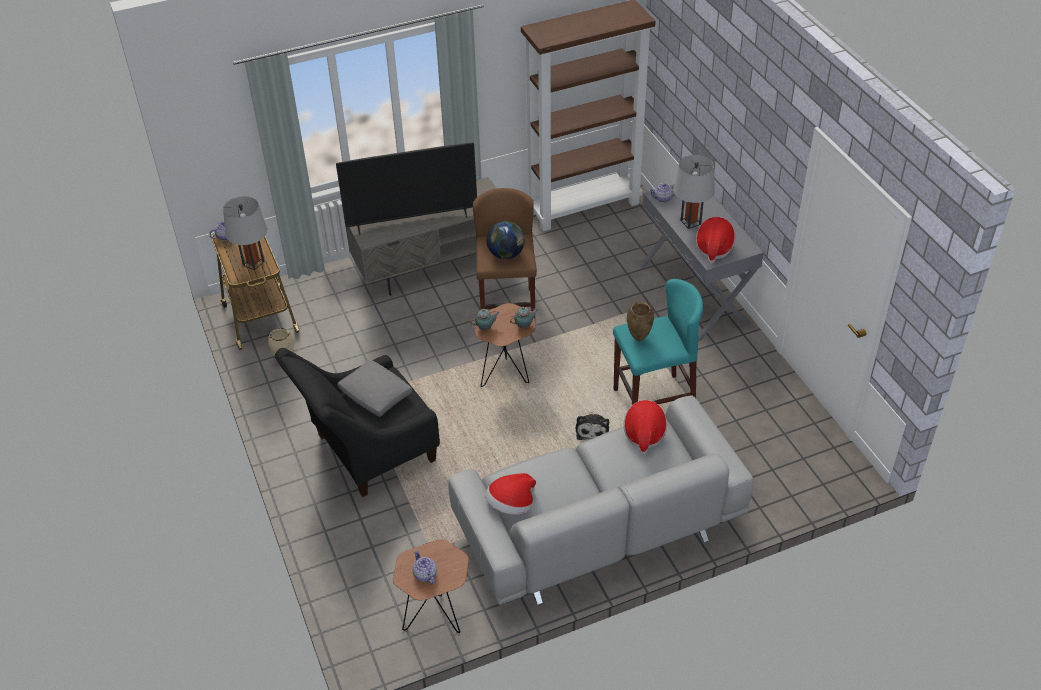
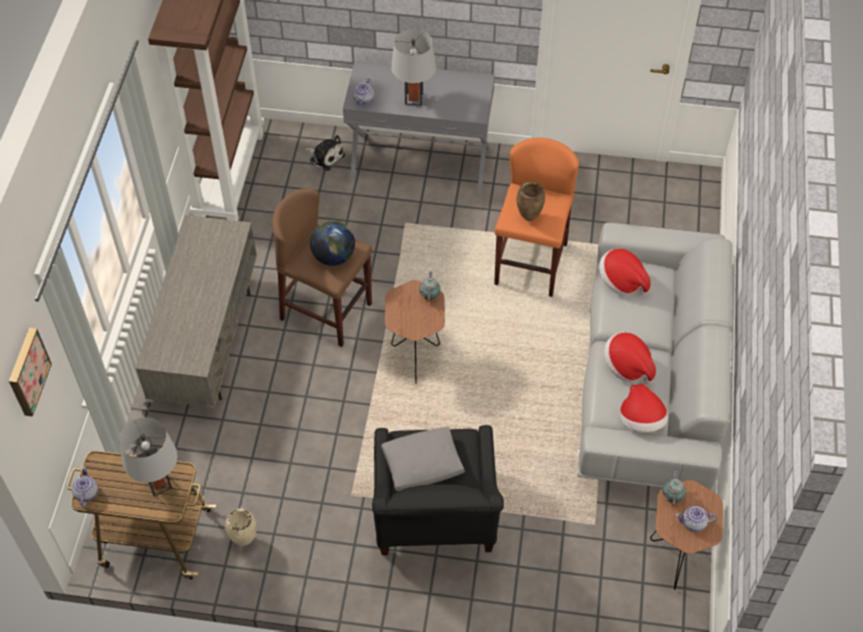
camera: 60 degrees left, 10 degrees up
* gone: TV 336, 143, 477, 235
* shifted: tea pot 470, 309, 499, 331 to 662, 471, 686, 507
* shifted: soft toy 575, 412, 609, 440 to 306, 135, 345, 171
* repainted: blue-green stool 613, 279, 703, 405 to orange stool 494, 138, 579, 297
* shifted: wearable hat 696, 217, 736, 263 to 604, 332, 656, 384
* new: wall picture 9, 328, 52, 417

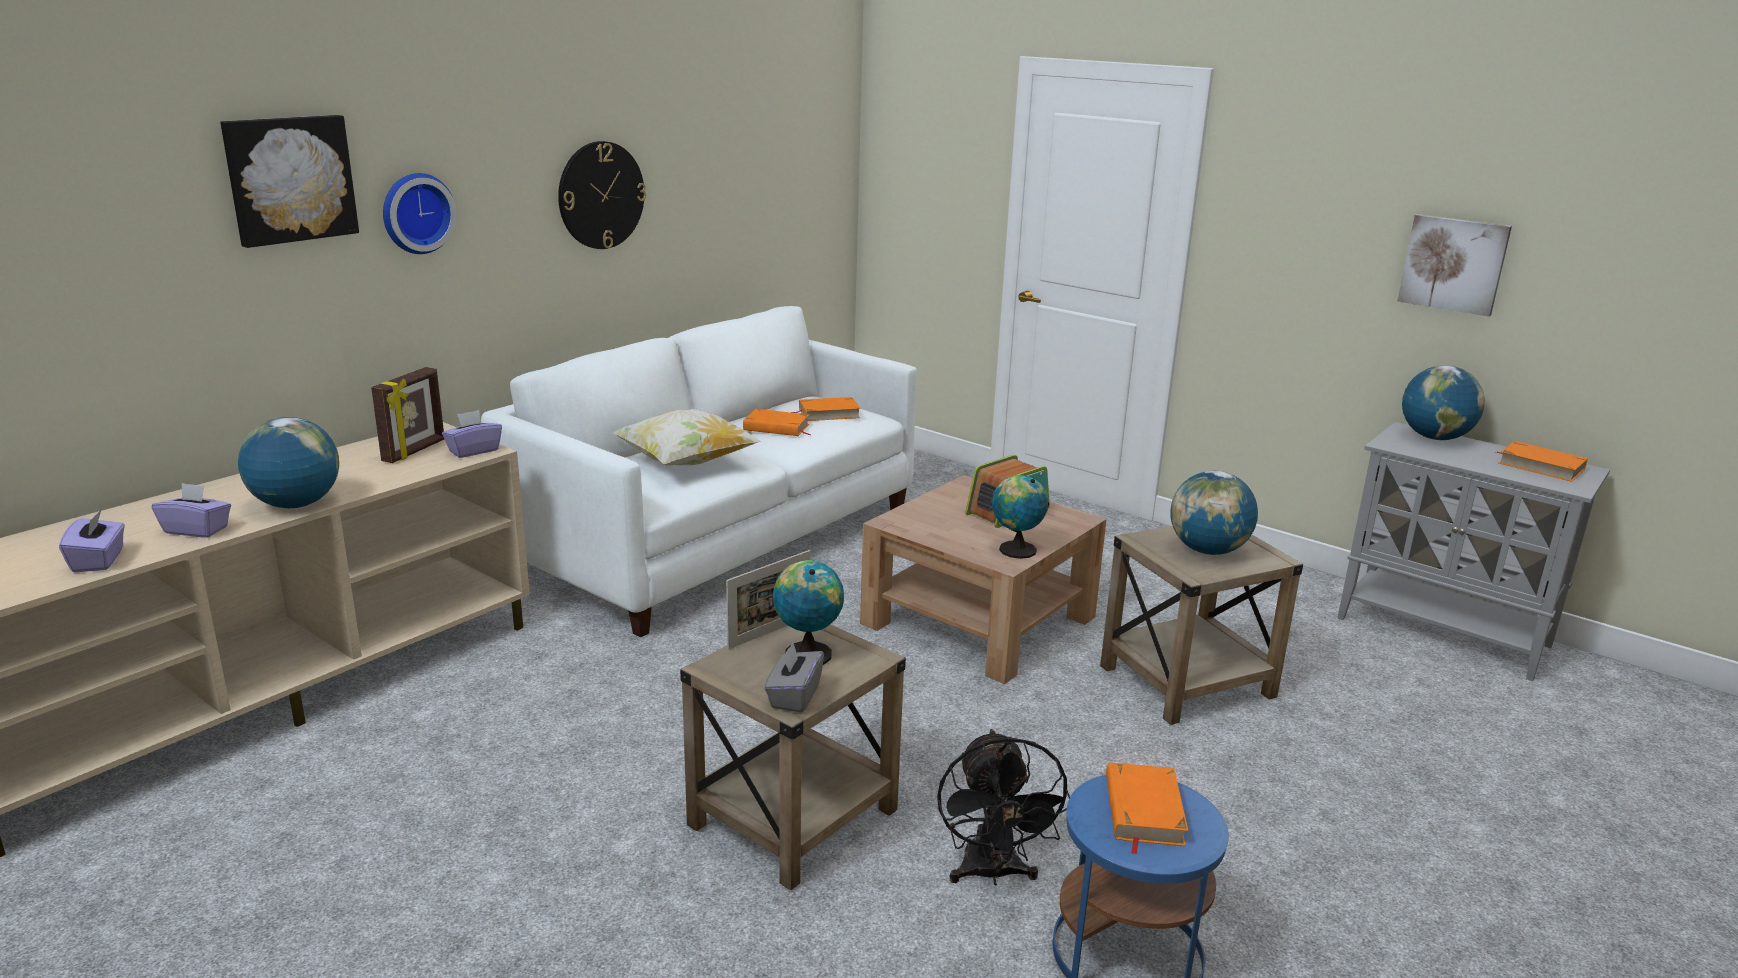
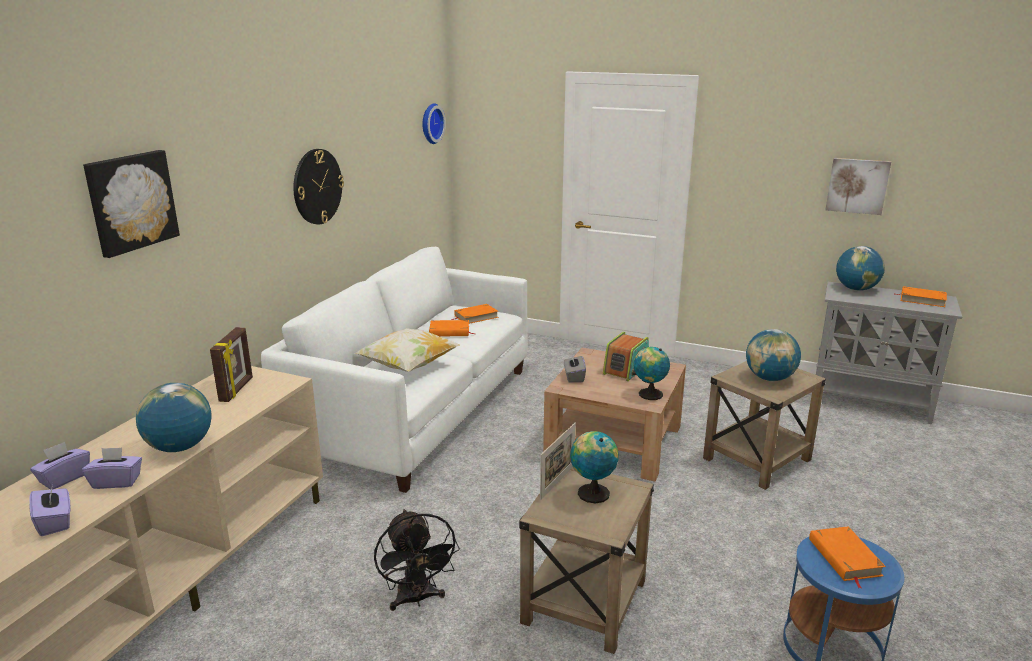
camera: 15 degrees left, 0 degrees up
* shifted: clock on the wall 383, 173, 457, 254 to 423, 103, 446, 144
* shifted: purplish tissue box 442, 410, 502, 458 to 30, 442, 90, 490
* shifted: gray tissue box 764, 642, 824, 713 to 564, 352, 586, 383
* shifted: black fan 937, 729, 1070, 886 to 374, 509, 460, 611

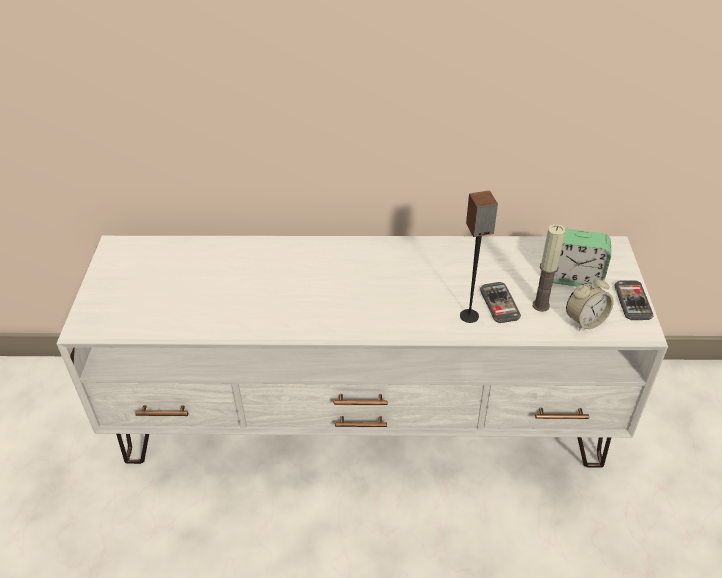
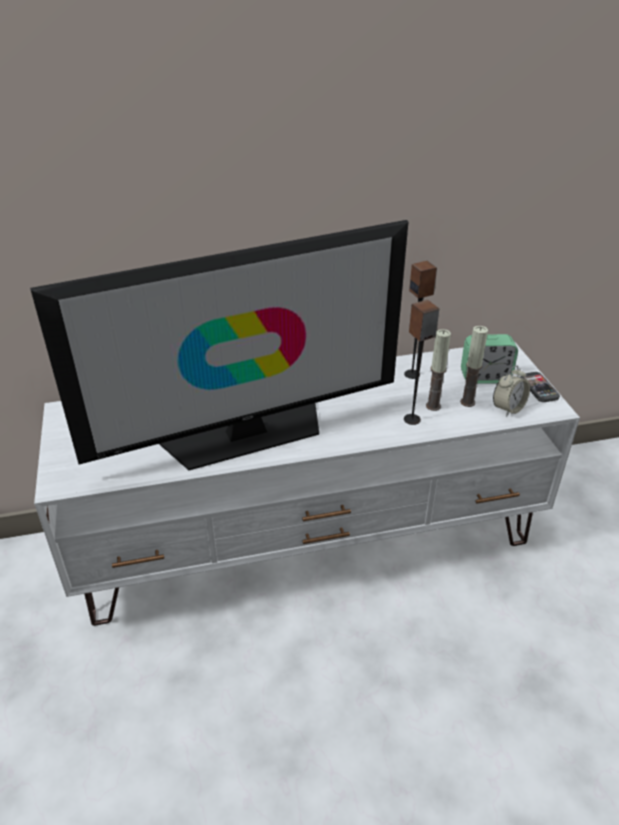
camera: 15 degrees left, 5 degrees down
* swapped: handset 480, 282, 521, 323 to wax candle 426, 329, 451, 411
* new: TV 30, 220, 409, 470
* new: speaker 404, 261, 437, 379

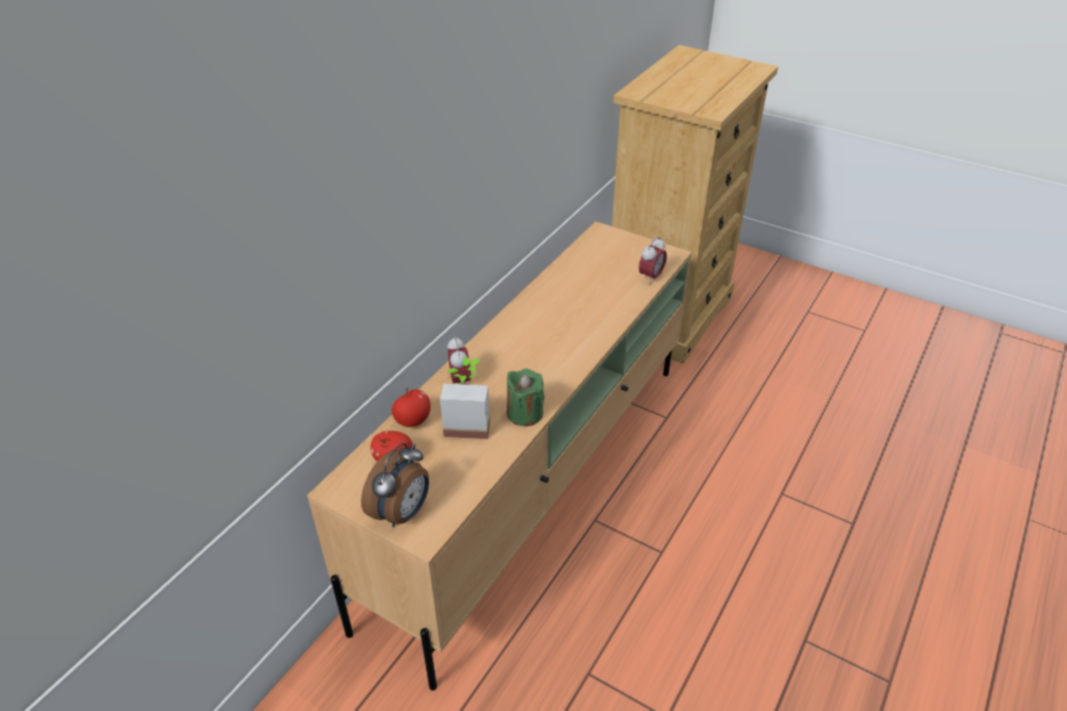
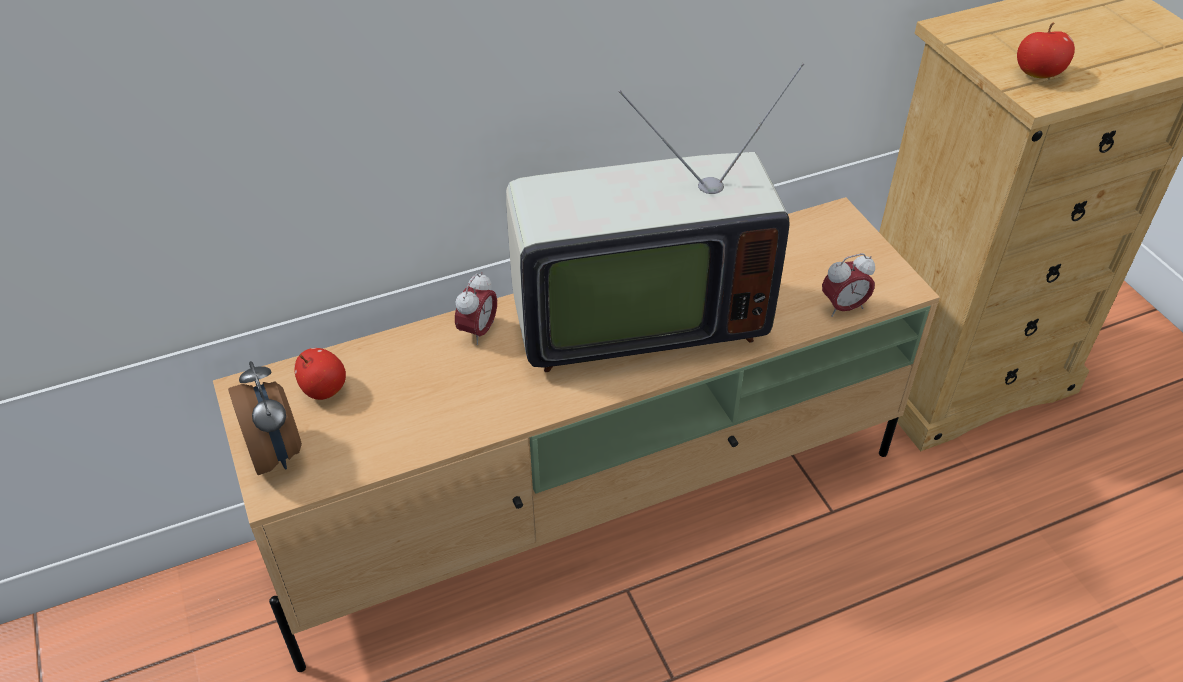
camera: 35 degrees right, 5 degrees up
* rotated: alarm clock 361, 443, 429, 527 = 228, 361, 302, 475 90 degrees counterclockwise
* shifted: whole apple 392, 387, 431, 427 to 1017, 23, 1075, 78
* gone: plant in a pot 440, 357, 490, 439
* gone: green-coloured wax candle 507, 368, 545, 426
* new: TV 506, 63, 804, 372

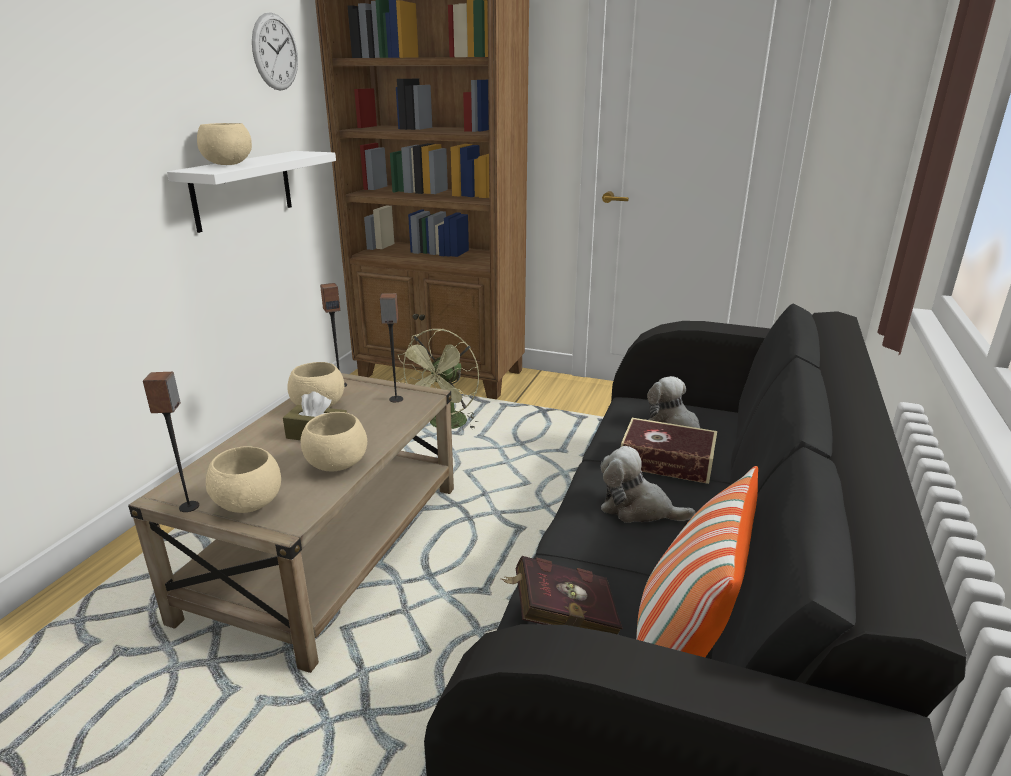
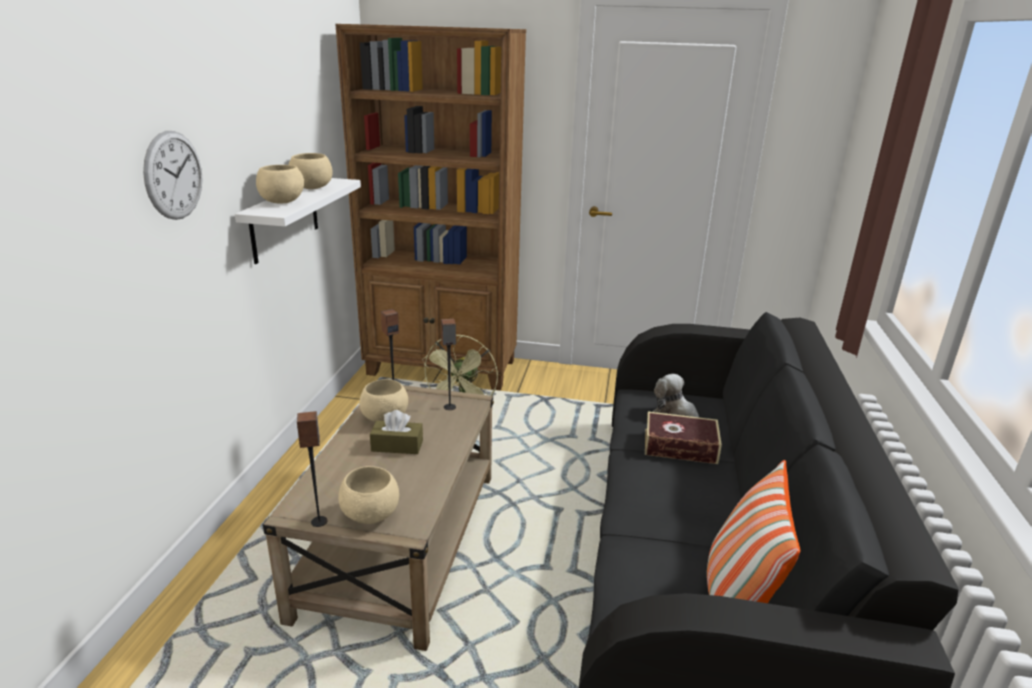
camera: 10 degrees left, 0 degrees up
* shifted: clock on the wall 252, 12, 298, 91 to 143, 131, 202, 220
* shifted: sand-coloured deep dish 301, 412, 367, 471 to 288, 153, 333, 189
* gone: red-coloured book 501, 556, 622, 635
* gone: soft toy 601, 446, 695, 523

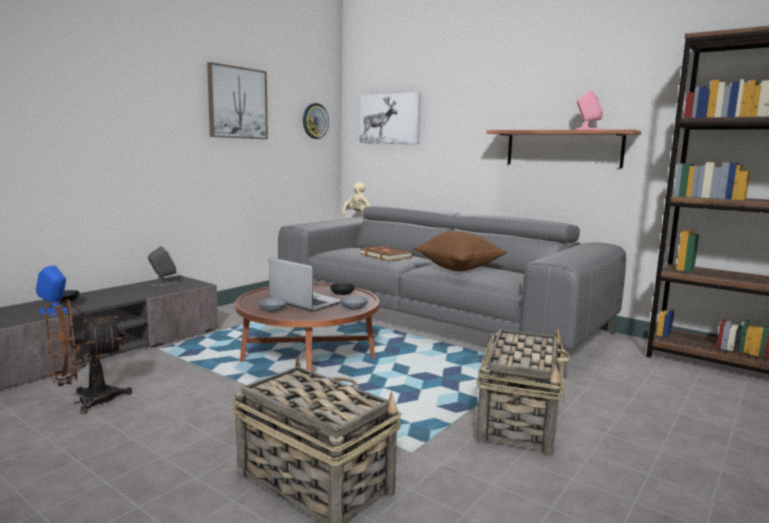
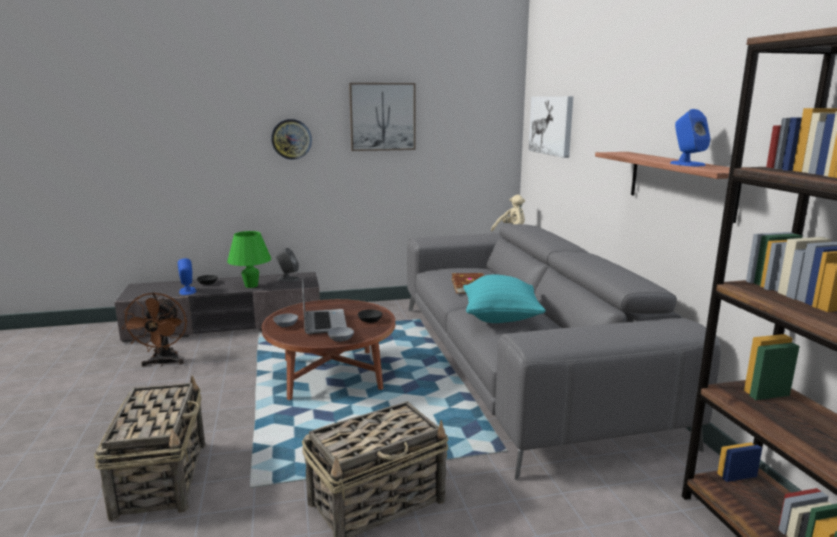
camera: 40 degrees right, 5 degrees up
* rotated: brownish fan 45, 299, 132, 414 = 121, 292, 187, 367 105 degrees counterclockwise
* shifted: clock on the wall 303, 103, 329, 139 to 271, 119, 312, 160
* repainted: brownish cushion 414, 231, 507, 271 to blue-green cushion 463, 274, 546, 323
* repainted: pink speaker 575, 90, 603, 130 to blue speaker 670, 109, 711, 166
* new: green-coloured table lamp 227, 231, 271, 288

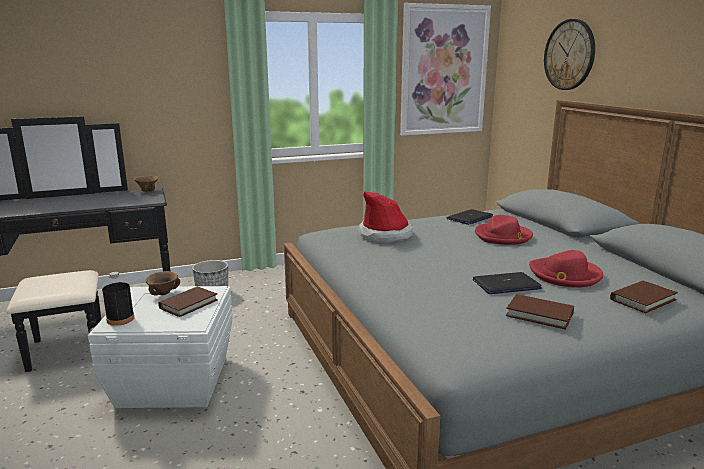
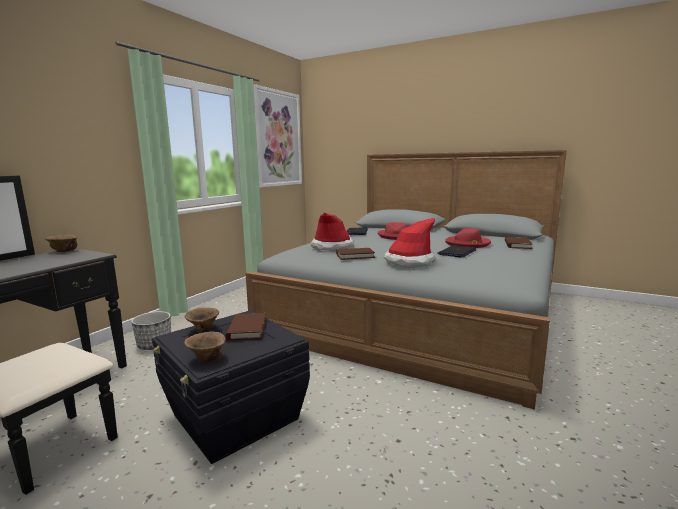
camera: 40 degrees left, 5 degrees down
* repainted: whitish storage bin 88, 286, 233, 408 to black storage bin 152, 310, 310, 464
* swapped: black drink bottle 102, 272, 134, 326 to brownish deep dish 184, 331, 226, 362
* shifted: brownish book 506, 294, 574, 330 to 336, 248, 375, 260
* gone: clock on the wall 544, 19, 595, 90
* new: wearable hat 384, 218, 435, 268

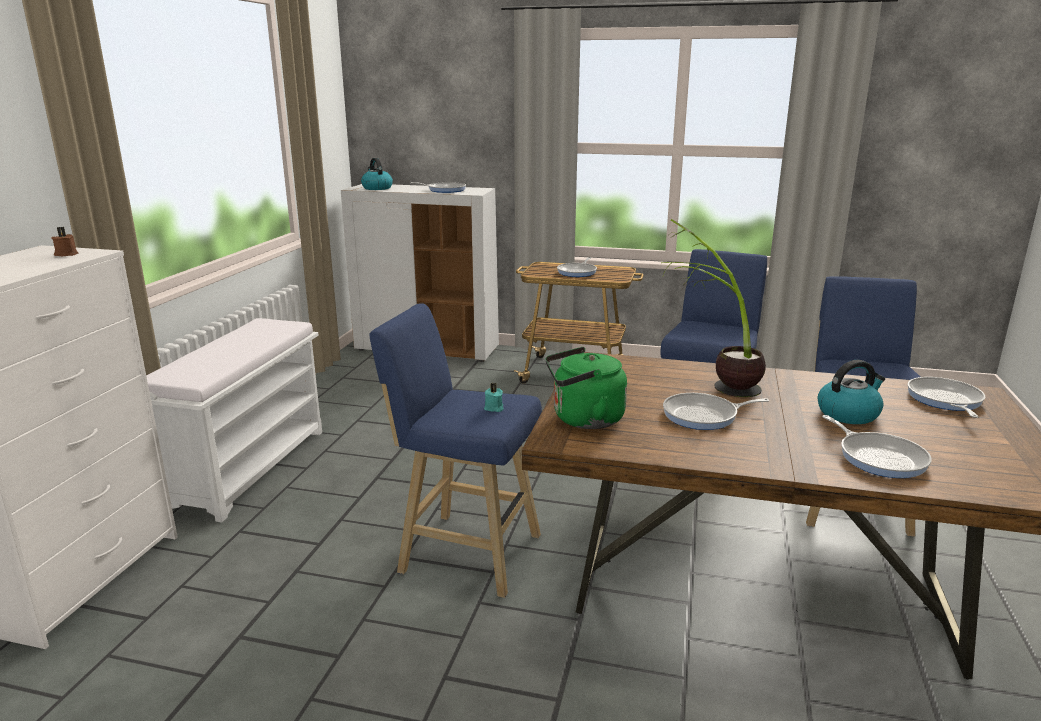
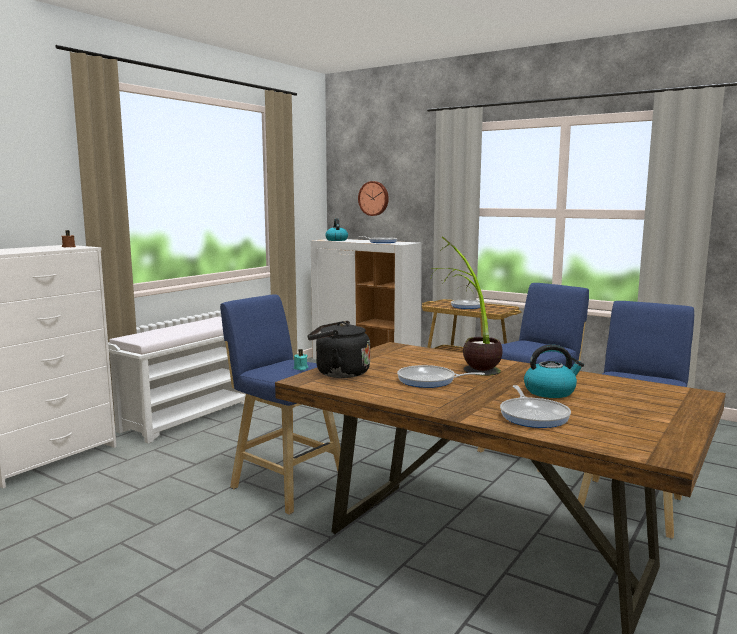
camera: 20 degrees right, 10 degrees down
* repainted: green-coloured tea kettle 546, 347, 627, 429 to black tea kettle 307, 321, 370, 378
* gone: skillet 908, 377, 985, 418
* new: clock on the wall 358, 181, 389, 216

